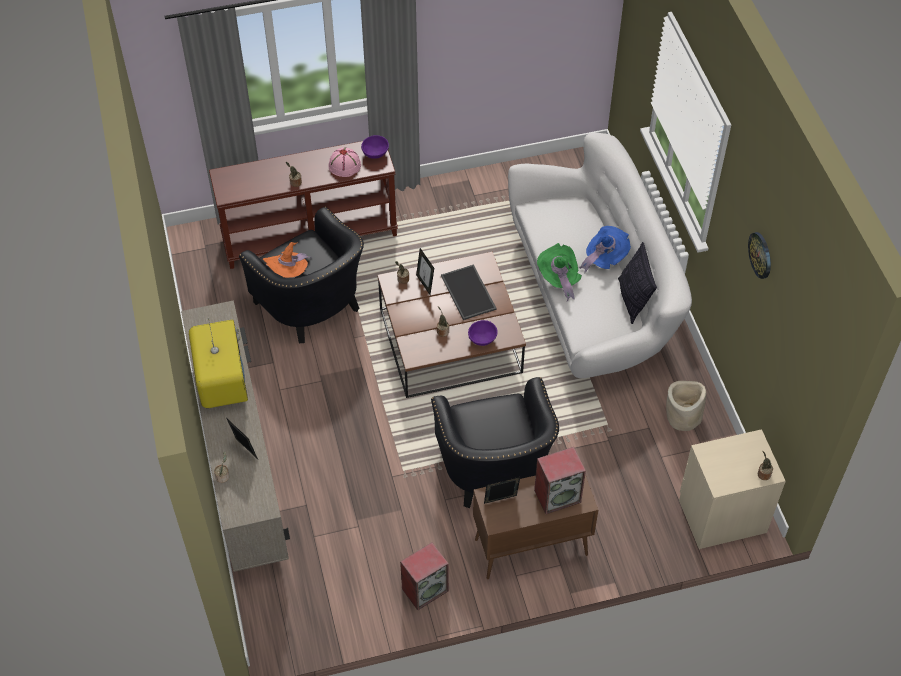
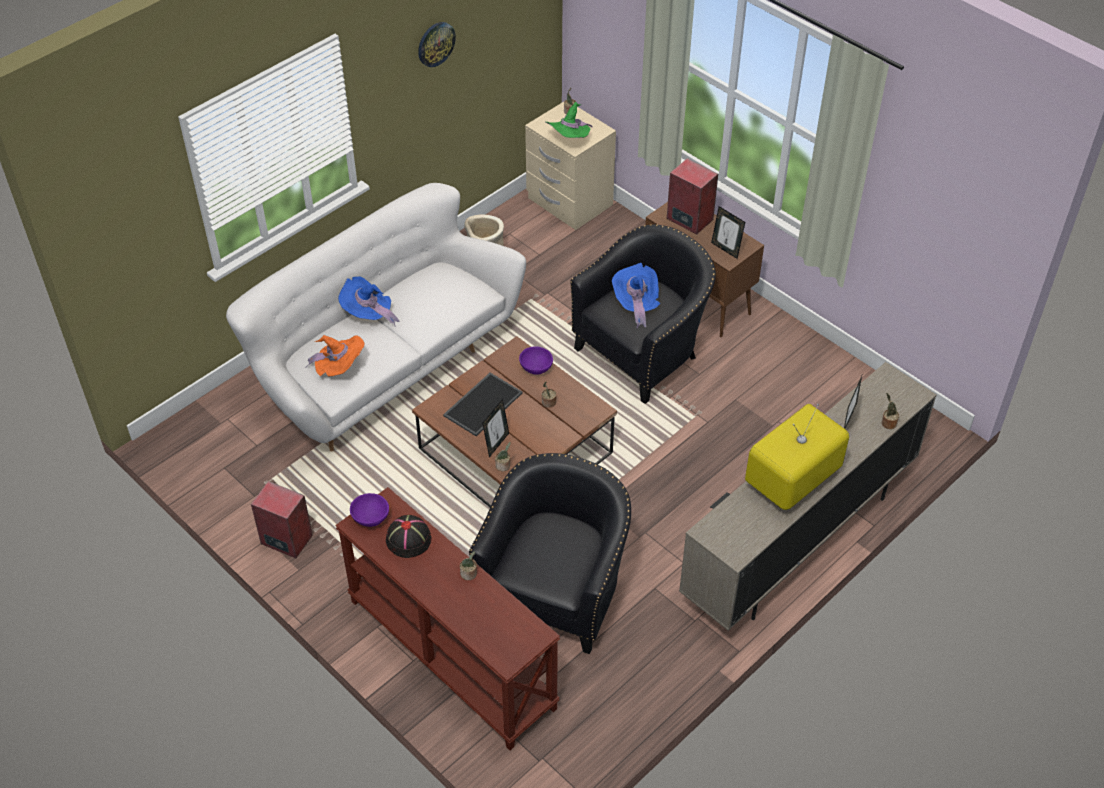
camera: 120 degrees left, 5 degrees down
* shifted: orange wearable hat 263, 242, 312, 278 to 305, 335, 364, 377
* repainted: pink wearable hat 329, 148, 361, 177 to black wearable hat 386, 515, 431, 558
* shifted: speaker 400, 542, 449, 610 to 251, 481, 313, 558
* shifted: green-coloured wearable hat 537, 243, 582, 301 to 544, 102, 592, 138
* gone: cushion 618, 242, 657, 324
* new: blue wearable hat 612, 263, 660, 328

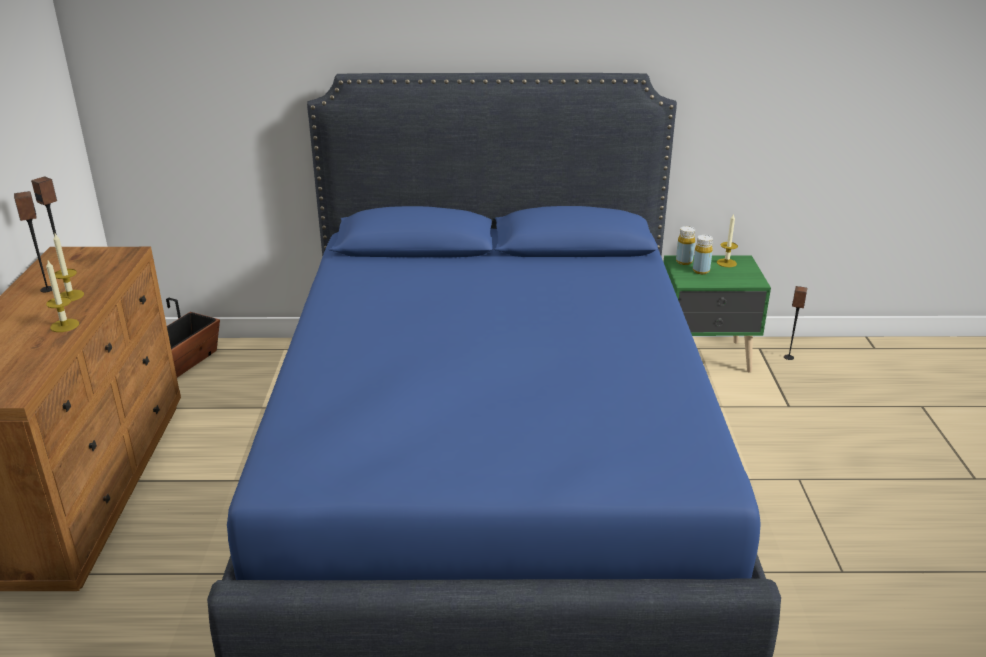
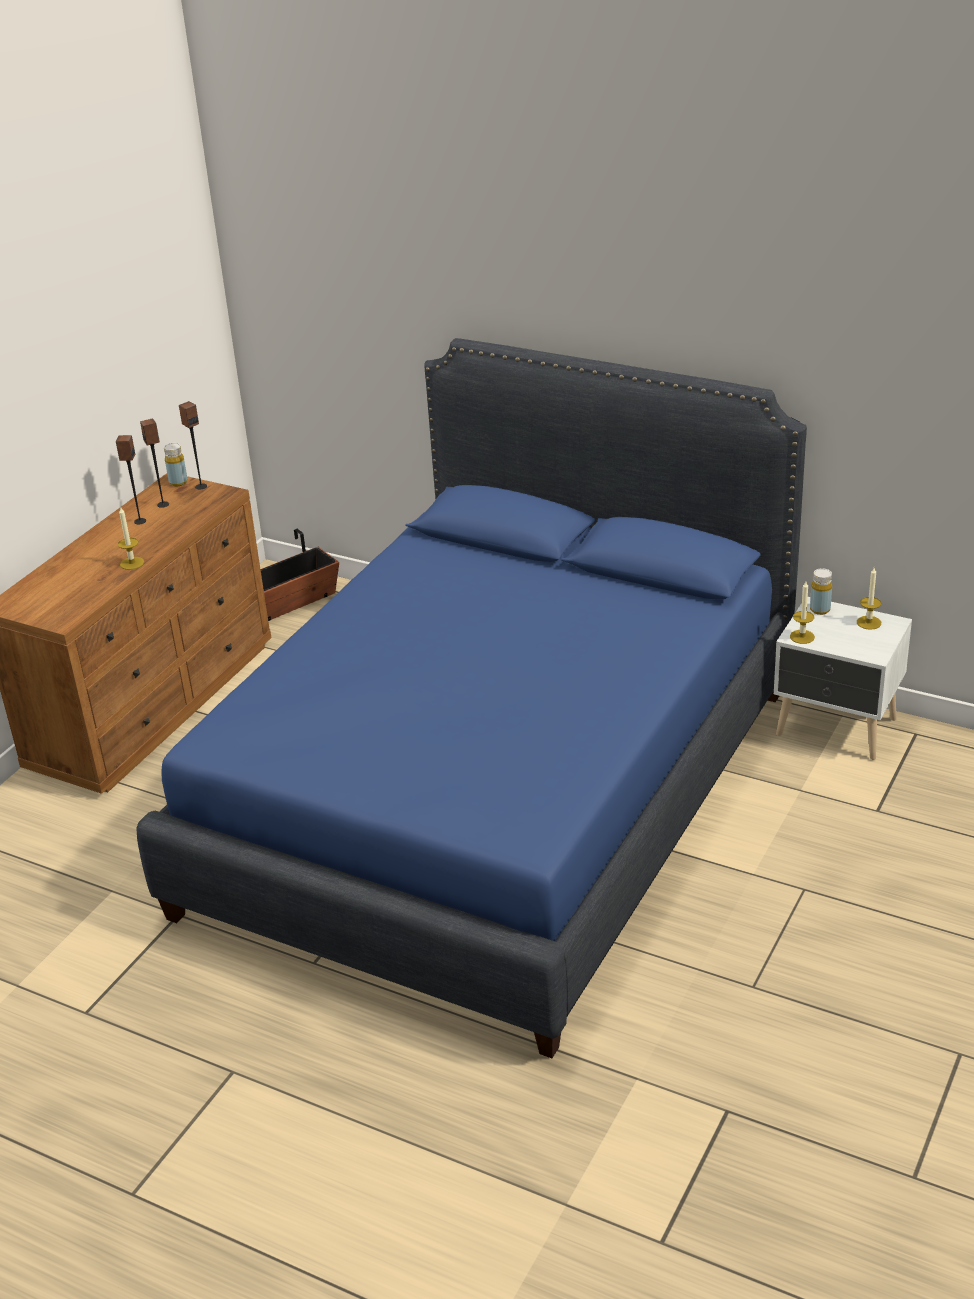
camera: 30 degrees right, 5 degrees up
* shifted: wax candle 53, 234, 84, 301 to 790, 582, 815, 644
* repainted: green-coloured night table 664, 255, 771, 373 to whitish night table 774, 597, 912, 760
* shifted: yellow drink bottle 693, 235, 713, 274 to 164, 443, 188, 486
* shifted: speaker 784, 286, 807, 360 to 179, 401, 207, 490

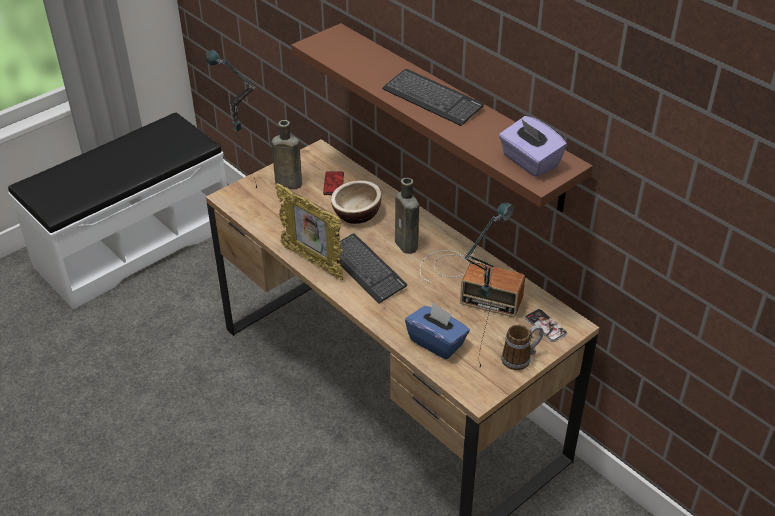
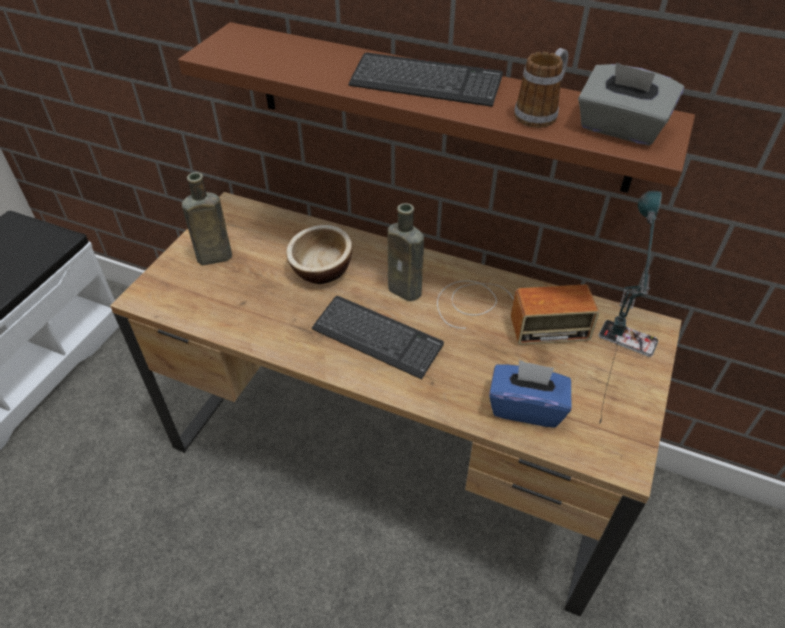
camera: 25 degrees left, 5 degrees up
* gone: table lamp 205, 50, 257, 188
* gone: picture frame 275, 183, 344, 280
* gone: handset 323, 171, 344, 195
* repainted: purplish tissue box 499, 116, 567, 177 to gray tissue box 578, 62, 684, 146
* shifted: coffee mug 501, 324, 544, 370 to 514, 48, 568, 128

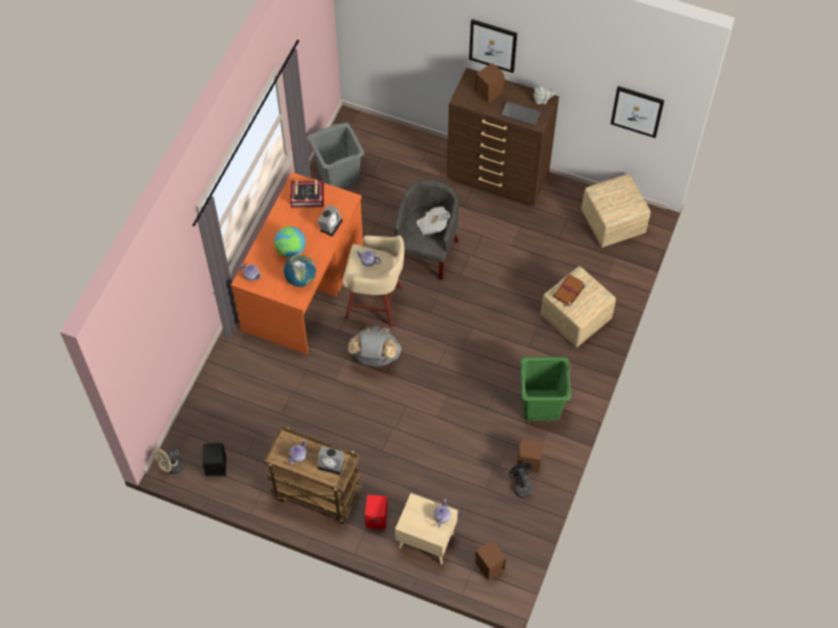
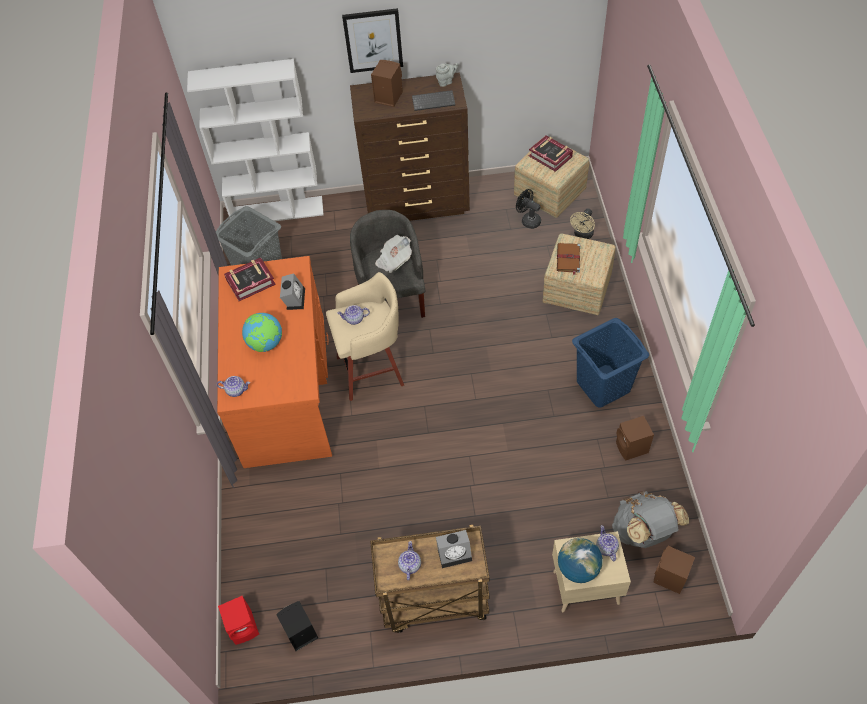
camera: 25 degrees left, 5 degrees down
* shifted: sand-coloured fan 155, 448, 185, 474 to 570, 208, 595, 239
* shifted: desk globe 284, 254, 316, 287 to 558, 538, 602, 583
* shifted: gray rucksack 348, 326, 401, 367 to 612, 491, 689, 548
* shifted: red-coloured speaker 365, 495, 388, 529 to 218, 596, 259, 645
* shifted: black fan 509, 462, 533, 498 to 516, 189, 541, 229
* repainted: green-coloured hamper 520, 357, 571, 421 to blue hamper 572, 318, 649, 408
* gone: wall picture 611, 86, 664, 138
* new: whitish bookshelf 187, 59, 324, 221
* new: book 529, 135, 573, 172

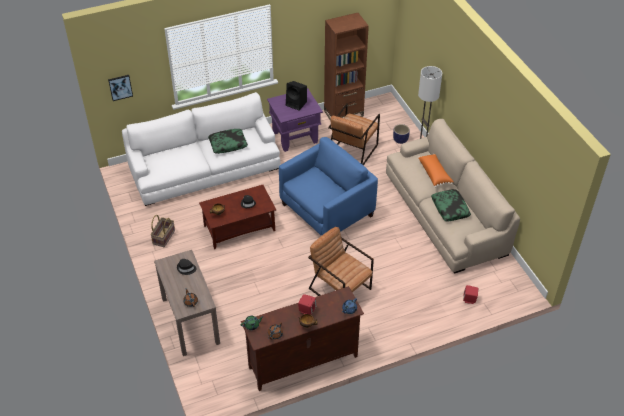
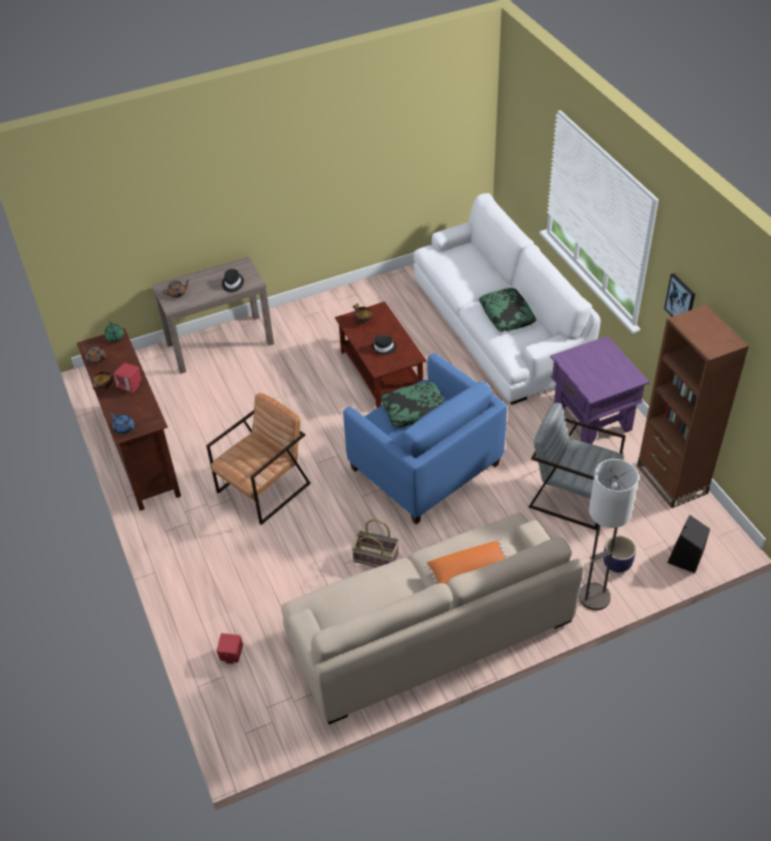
camera: 90 degrees right, 0 degrees up
* shifted: wall picture 108, 75, 133, 101 to 664, 273, 695, 316
* shifted: storage basket 150, 215, 175, 247 to 351, 519, 399, 567
* shifted: black speaker 286, 81, 307, 110 to 667, 515, 710, 573
* repainted: brownish armchair 328, 103, 380, 166 to gray armchair 529, 403, 626, 530
* shifted: cushion 431, 189, 471, 222 to 380, 382, 445, 428

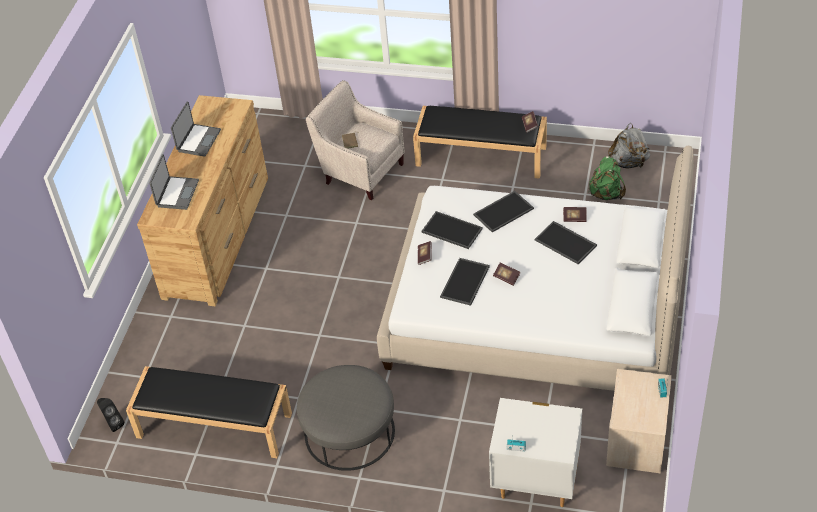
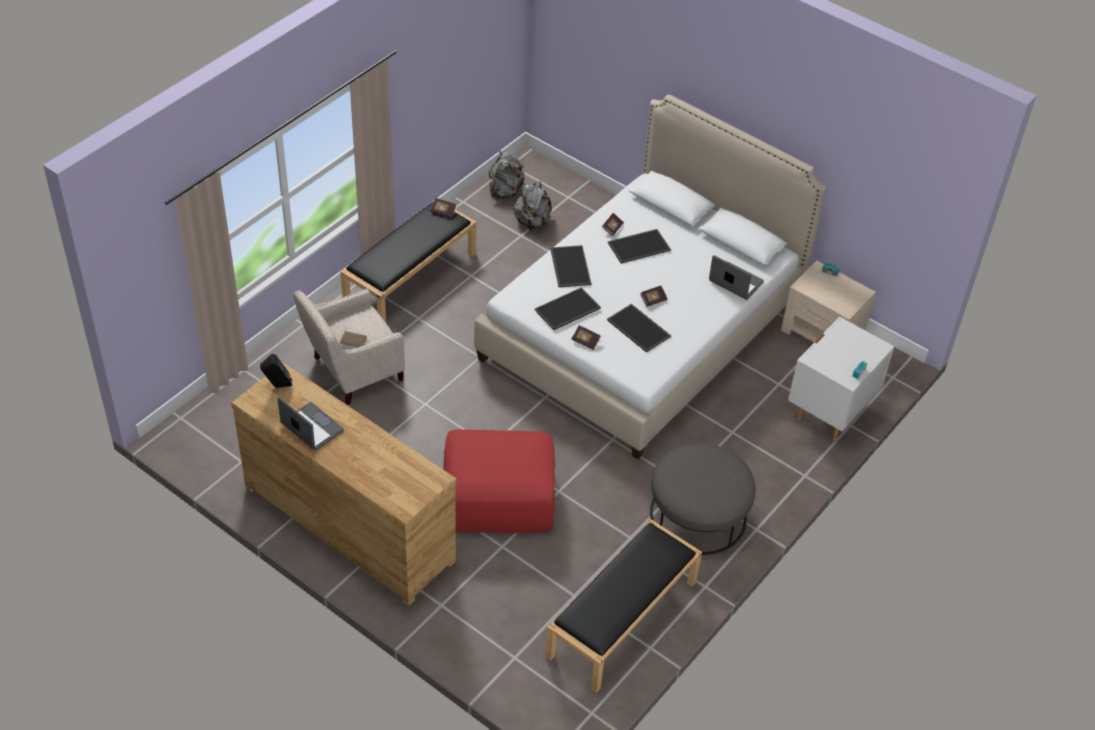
camera: 70 degrees left, 0 degrees up
* shifted: black speaker 97, 398, 124, 432 to 260, 354, 292, 388
* shifted: notebook computer 149, 154, 199, 210 to 709, 255, 764, 300
* repainted: green-coloured rucksack 588, 156, 626, 200 to gray rucksack 514, 181, 552, 231
* new: red-coloured footrest 443, 429, 555, 533

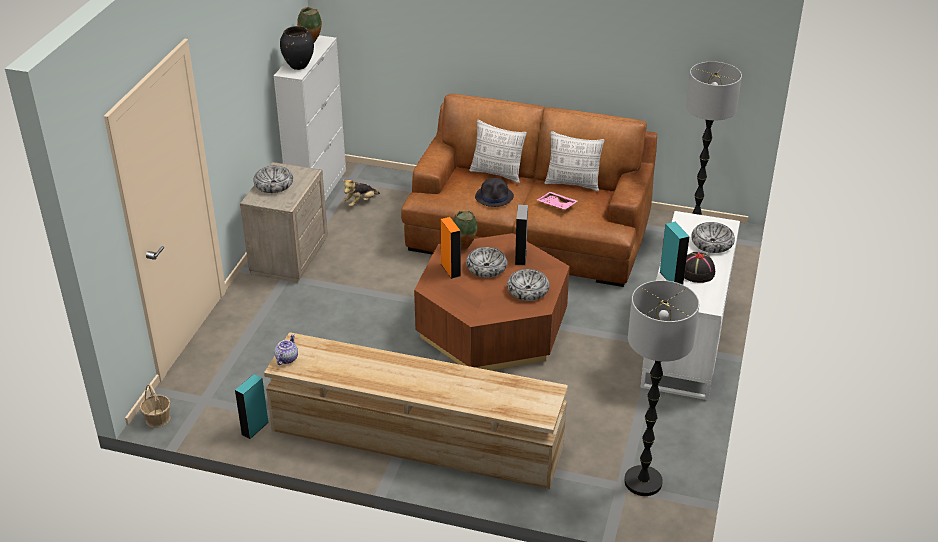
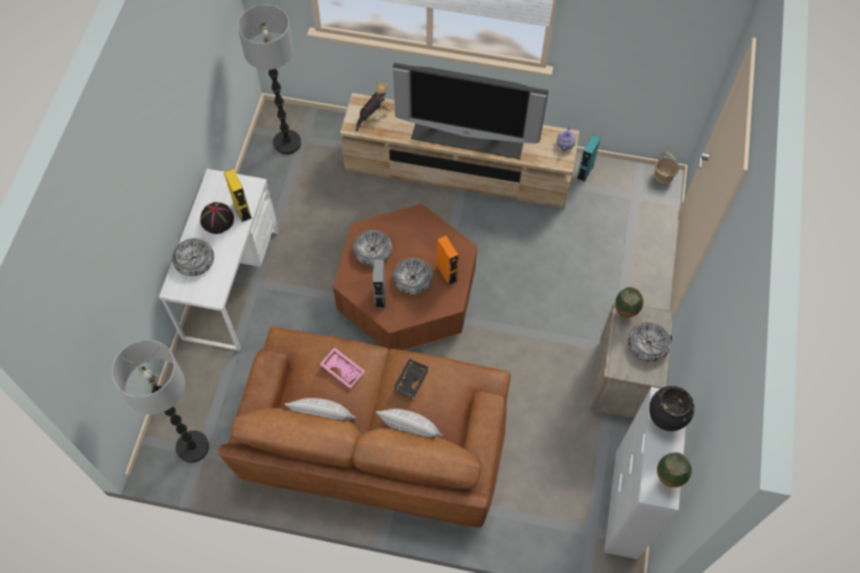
camera: 175 degrees right, 25 degrees up
* shifted: soft toy 343, 180, 380, 207 to 356, 82, 391, 132
* shifted: vase 453, 211, 477, 250 to 615, 287, 643, 318
* swapped: black wearable hat 475, 178, 514, 207 to black tray 392, 358, 430, 399
* repainted: blue-green speaker 660, 222, 690, 285 to yellow speaker 224, 169, 252, 222
* new: TV 393, 63, 549, 159

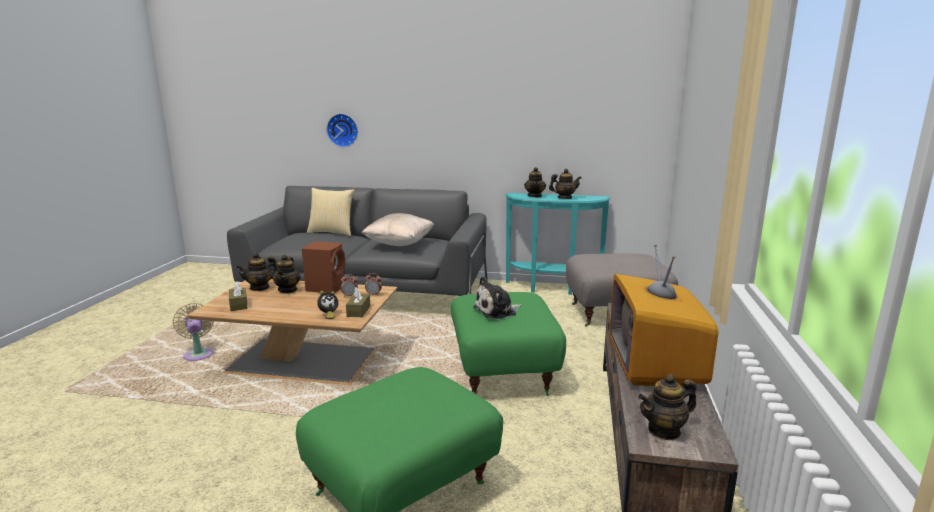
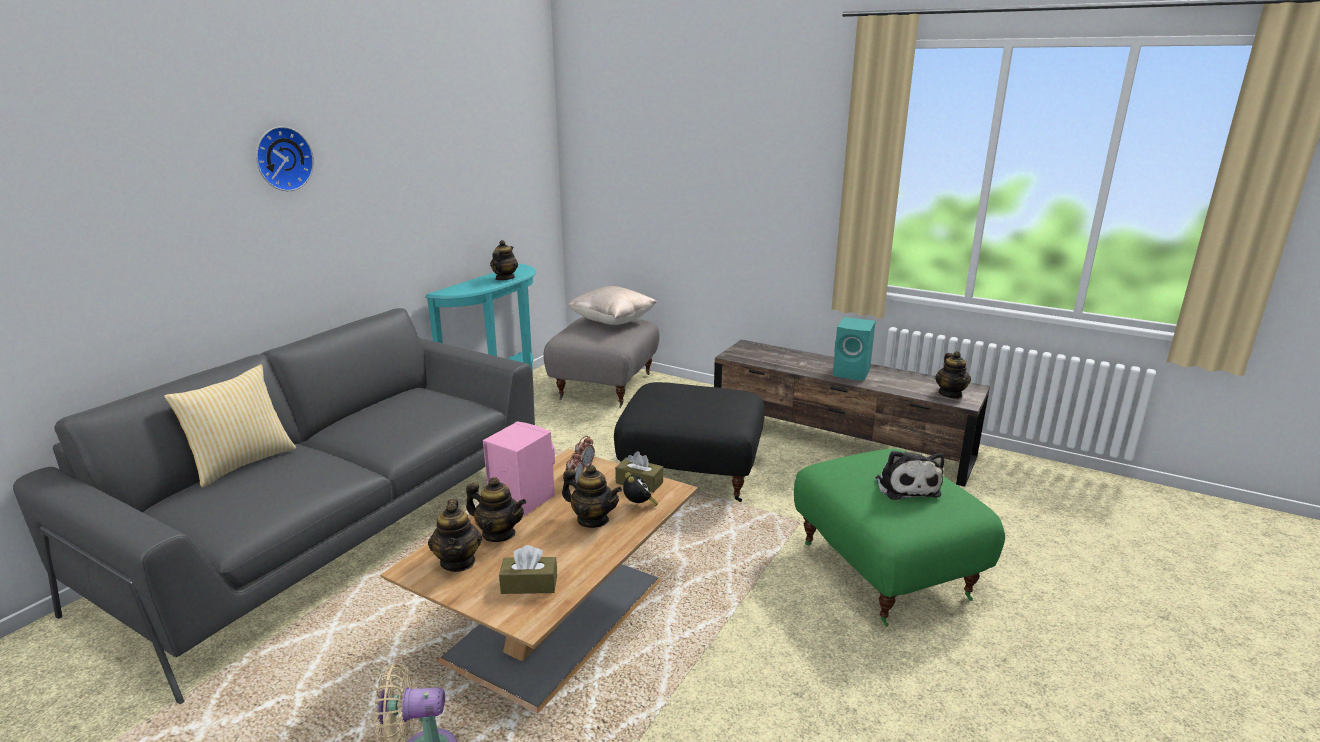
camera: 70 degrees left, 5 degrees up
* repainted: brownish speaker 302, 241, 345, 293 to pink speaker 483, 421, 555, 518
* shifted: clock on the wall 327, 114, 358, 147 to 256, 126, 314, 191
* shifted: sand-coloured cushion 361, 213, 434, 246 to 567, 286, 657, 325
* repainted: green-coloured footrest 451, 292, 566, 396 to black footrest 614, 382, 765, 502
* shifted: soft toy 473, 276, 522, 319 to 876, 451, 944, 500
* shifted: tea pot 524, 167, 546, 197 to 562, 465, 622, 528
* swapped: TV 610, 244, 718, 387 to blue-green speaker 833, 317, 876, 381

